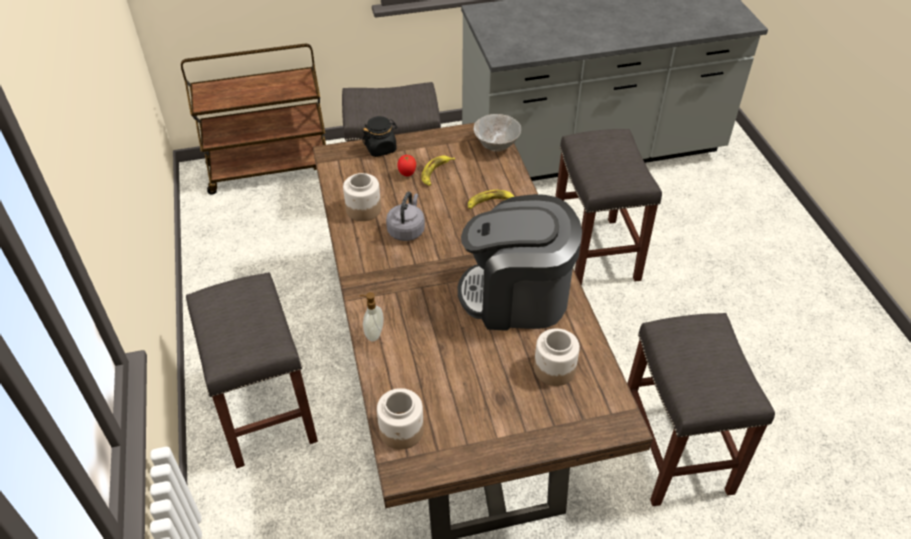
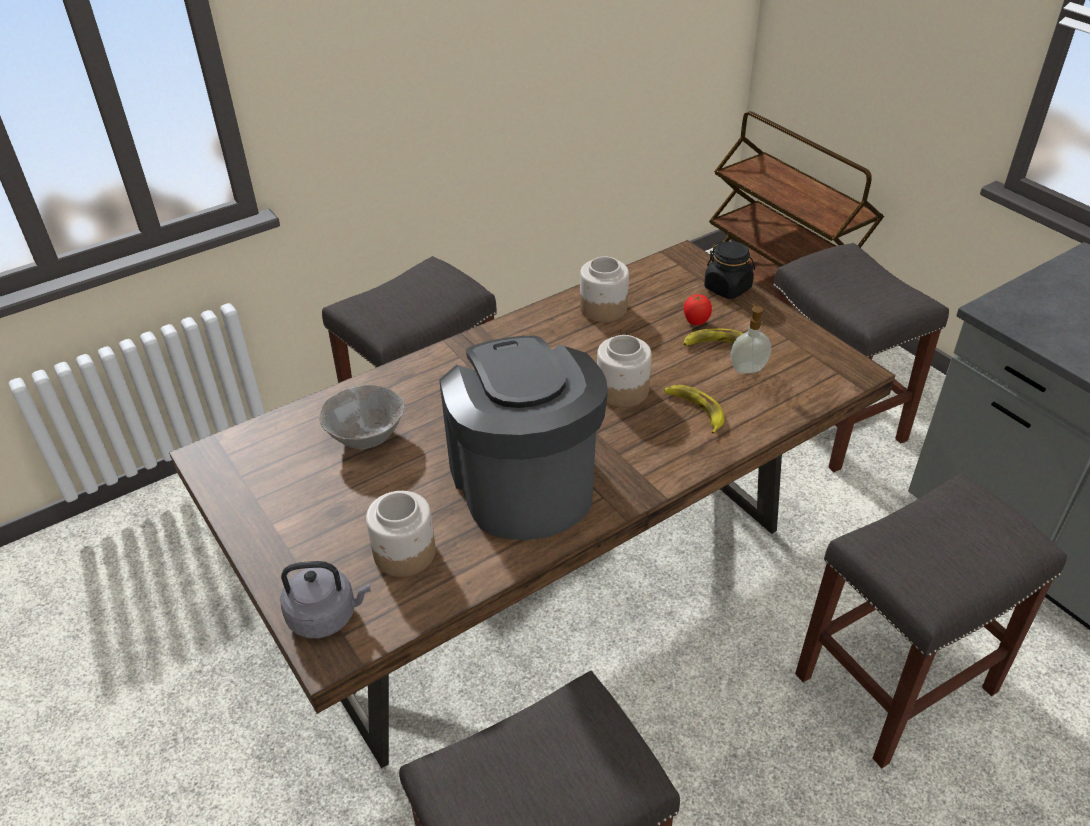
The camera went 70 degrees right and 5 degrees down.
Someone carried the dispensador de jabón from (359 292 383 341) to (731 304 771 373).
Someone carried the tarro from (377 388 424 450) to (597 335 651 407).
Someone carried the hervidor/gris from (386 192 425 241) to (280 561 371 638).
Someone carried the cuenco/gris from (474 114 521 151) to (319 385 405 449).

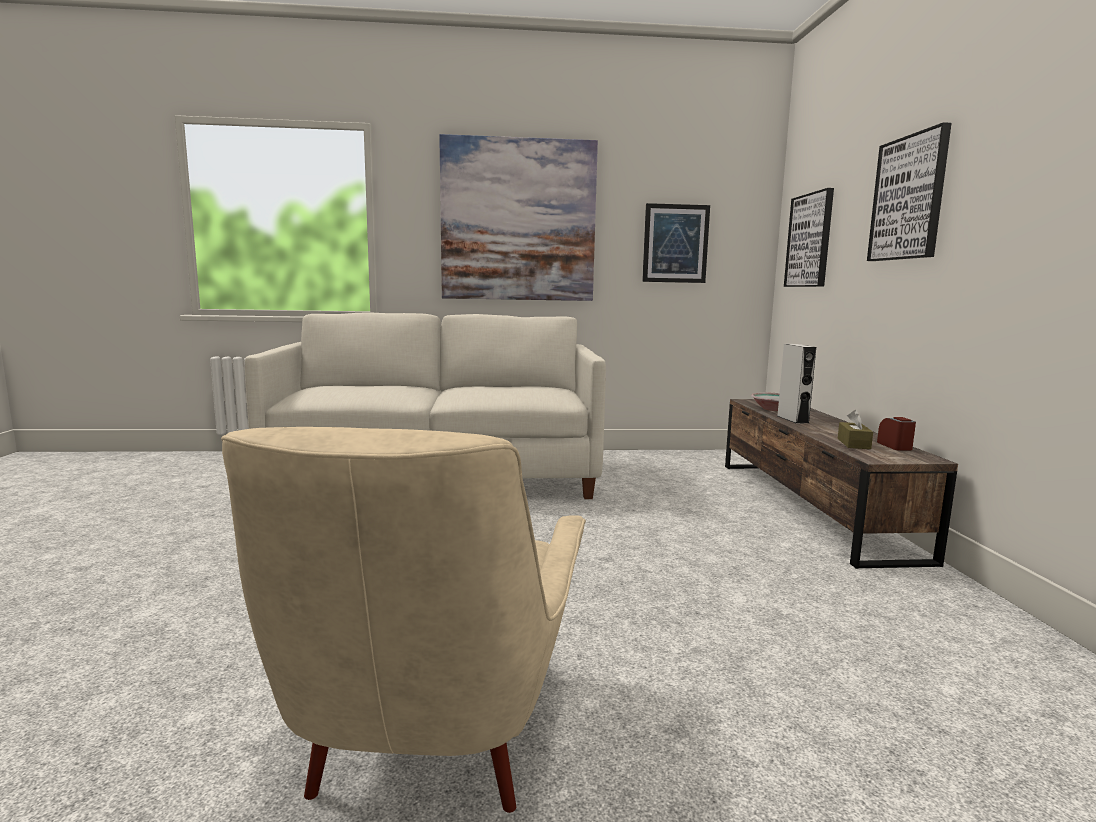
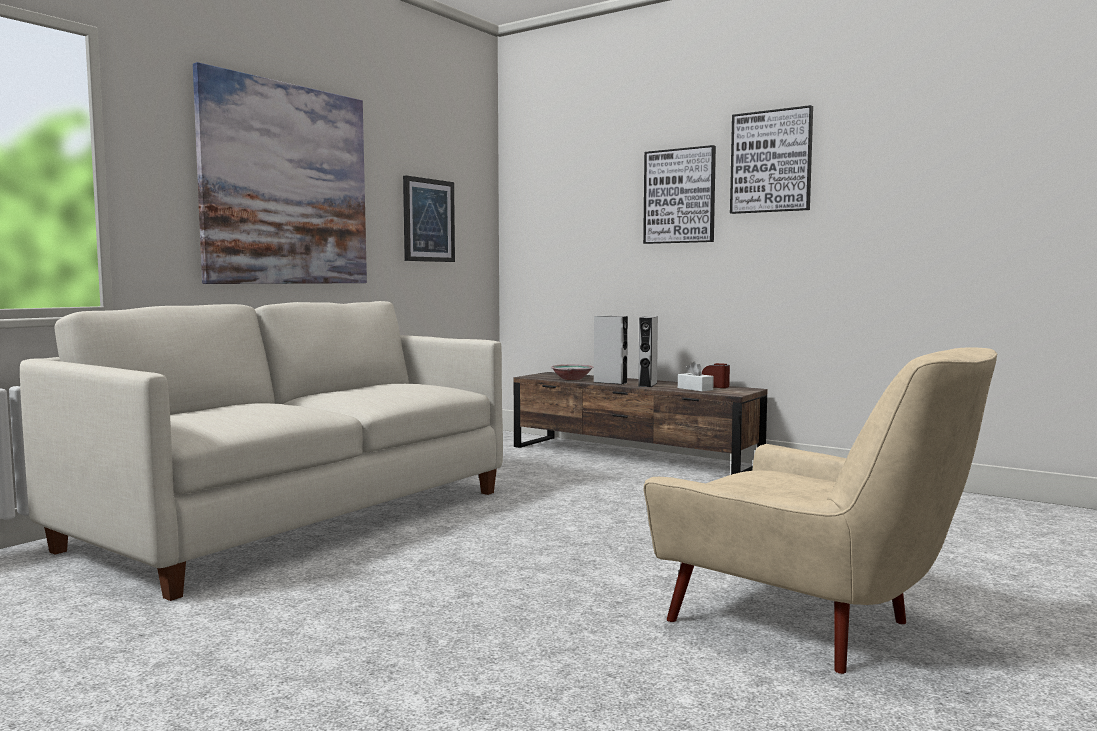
The camera went 50 degrees left and 5 degrees down.
Someone put down the altavoz/gris at (638 316 658 387).
Someone carried the cuadro from (784 188 834 287) to (730 105 813 214).
Someone repainted the caja de pañuelos/marrón at (838 410 873 449), which became the caja de pañuelos/blanco at (678 362 714 392).

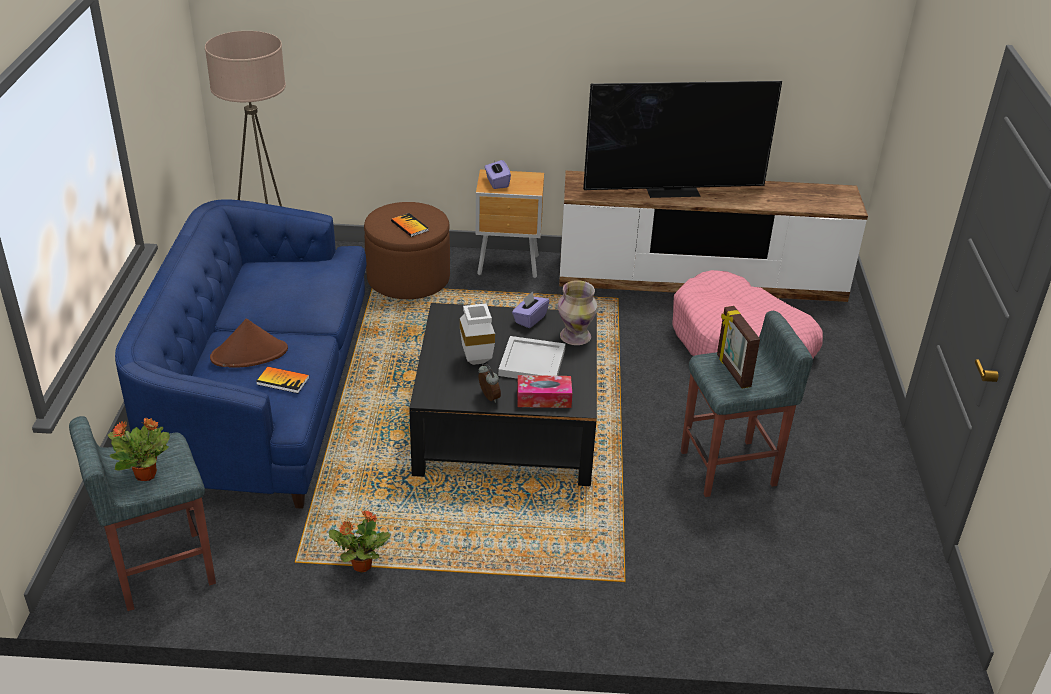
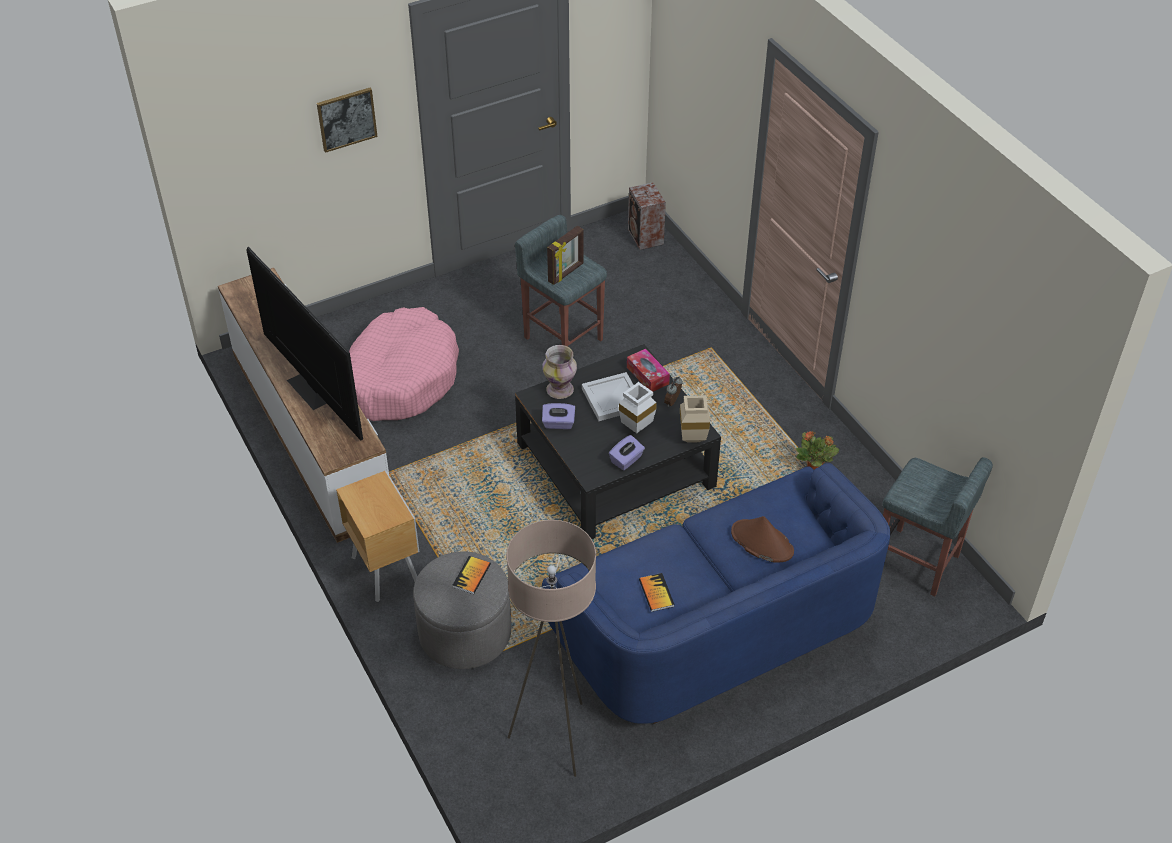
The camera went 120 degrees left and 10 degrees up.
Someone took away the planta en maceta at (108 417 170 481).
Someone put up the cuadro at (317 88 378 153).
Someone put down the altavoz at (628 182 666 250).
Someone put down the florero/beis at (680 395 710 443).
Someone carried the libro from (256 367 309 393) to (639 573 675 612).
Someone carried the caja de pañuelos/morado from (485 160 511 189) to (609 435 645 471).
Someone repainted the puf/marrón at (364 202 450 299), which became the puf/gris at (413 551 511 669).

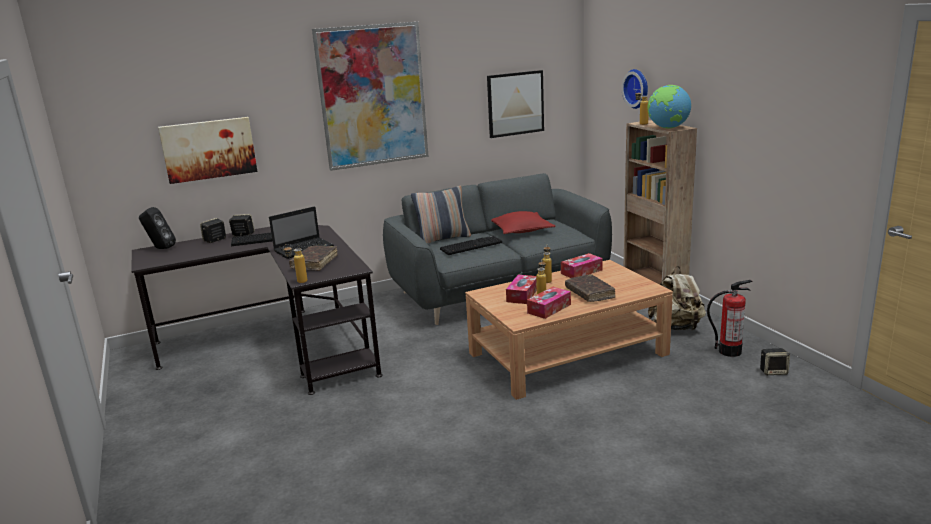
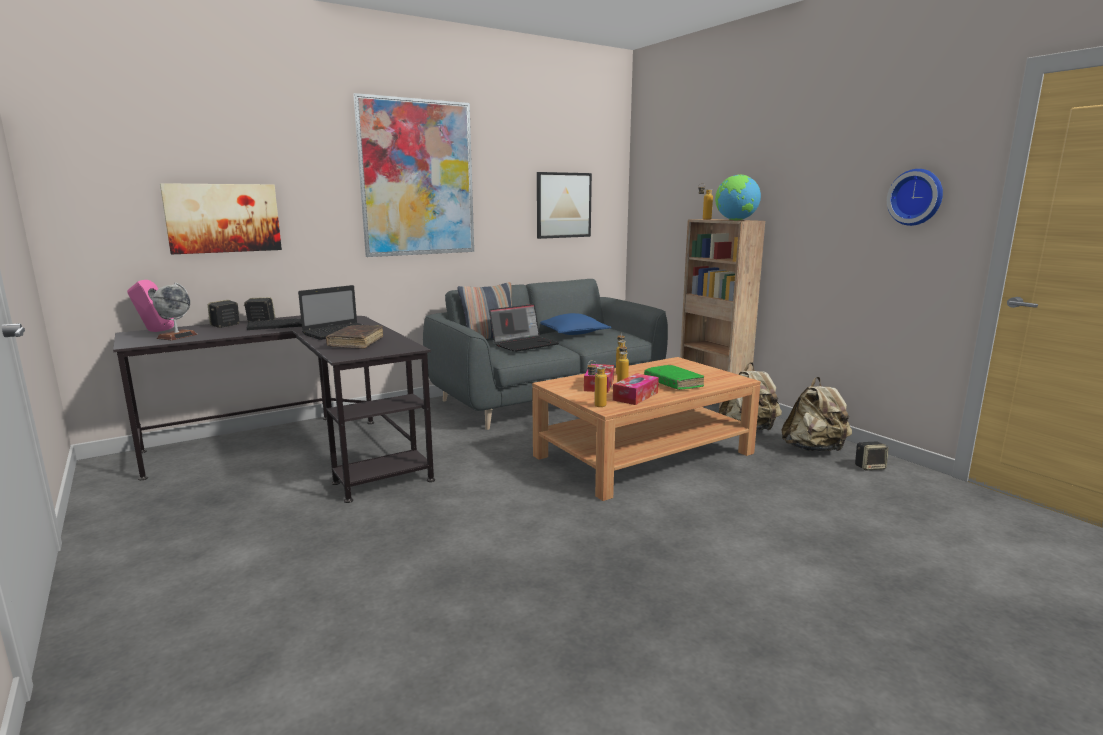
The camera went 10 degrees left and 5 degrees down.
Someone took away the caja de pañuelos at (561 253 603 278).
Someone put down the globo terráqueo at (153 283 198 340).
Someone carried the botella from (283 244 308 283) to (587 360 607 407).
Someone carried the reloj de pared from (622 69 648 109) to (887 169 943 226).
Someone swapped the teclado at (440 236 502 255) for the portátil at (489 304 559 352).
Someone swapped the extintor at (707 280 753 357) for the mochila/beis at (781 377 852 451).
Someone repainted the altavoz/negro at (139 207 176 249), which became the altavoz/rosa at (127 280 174 332).
Someone repainted the cojín/rojo at (491 211 556 234), which became the cojín/azul at (540 313 611 335).
Someone repainted the libro/marrón at (565 274 616 302), which became the libro/verde at (644 365 704 390).

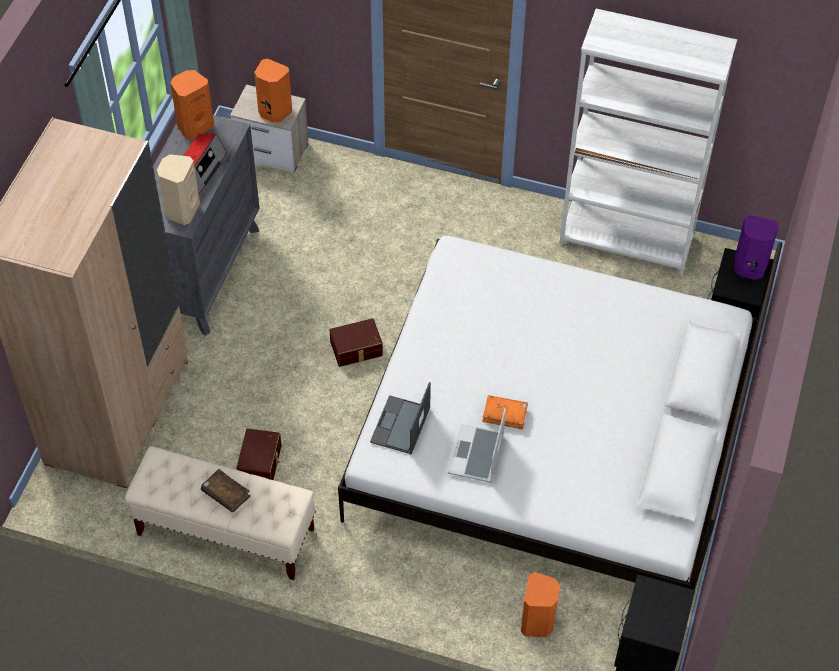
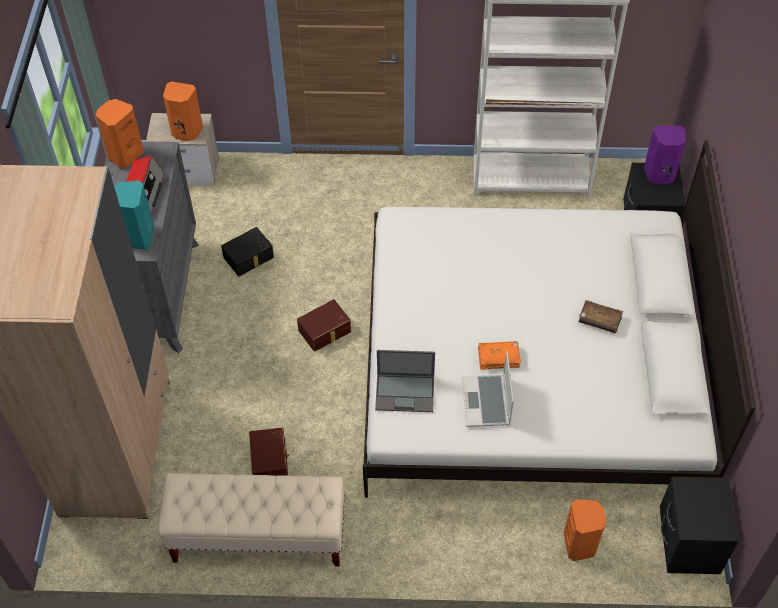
The camera went 15 degrees left and 0 degrees up.
Someone put down the caja de almacenaje/negro at (221 227 274 276).
Someone carried the libro/marrón from (201 469 251 512) to (579 300 623 333).
Someone repainted the altavoz/beis at (157 154 200 225), which became the altavoz/turquesa at (114 180 154 250).
Someone rotated the portátil at (370 382 431 454) by 90 degrees counterclockwise.

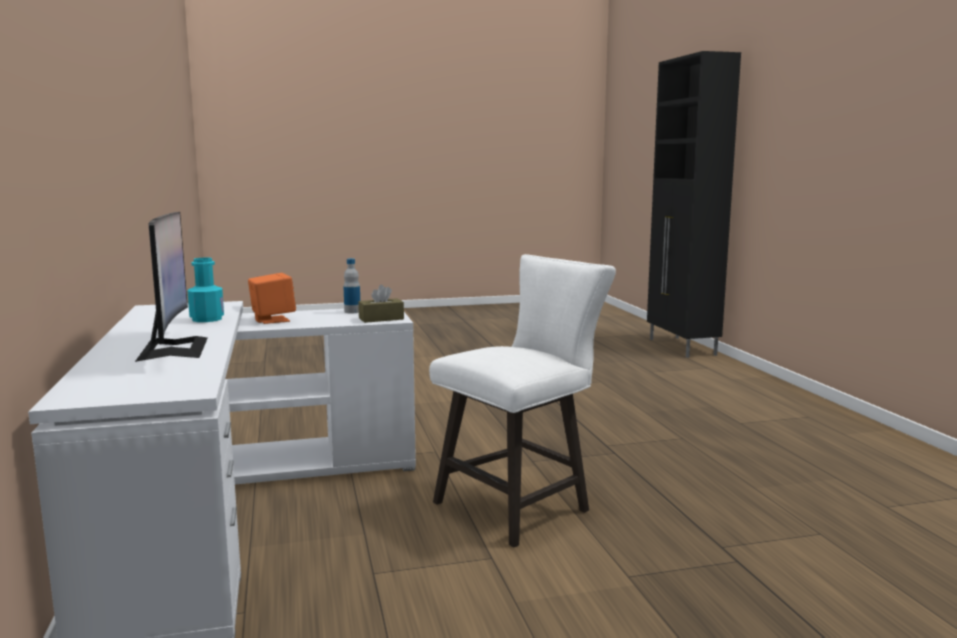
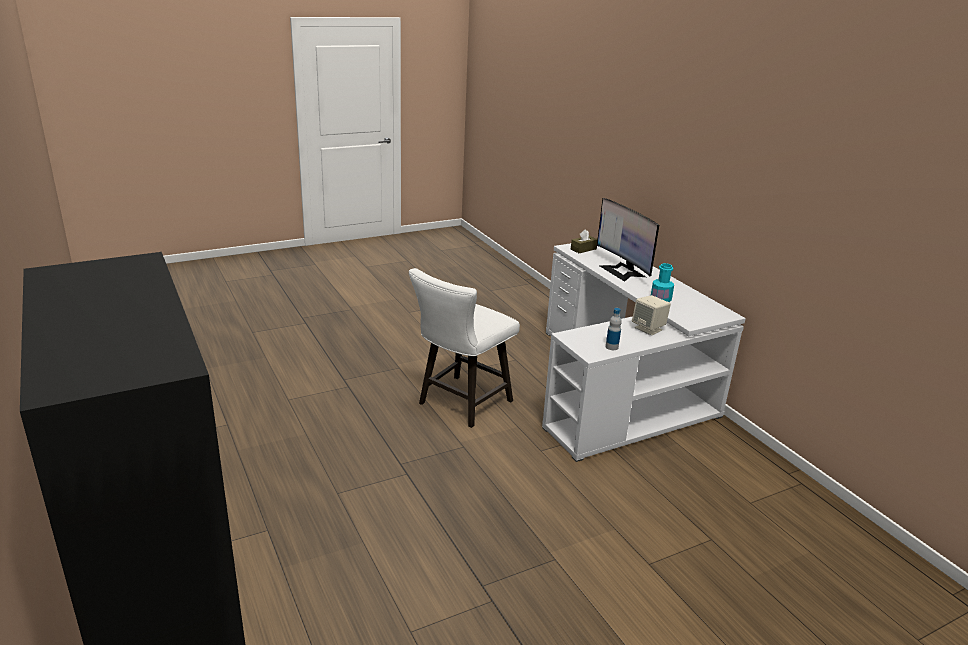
The camera went 165 degrees right and 15 degrees up.
Someone carried the caja de pañuelos/marrón from (358 285 404 323) to (571 229 598 253).
Someone repainted the altavoz/naranja at (248 273 296 324), which became the altavoz/beis at (632 295 671 336).

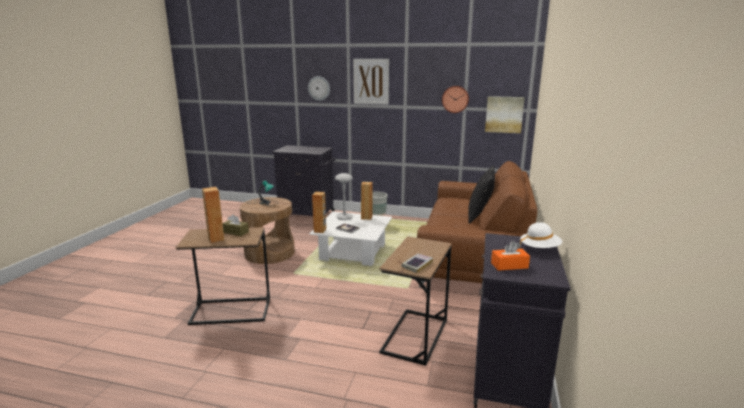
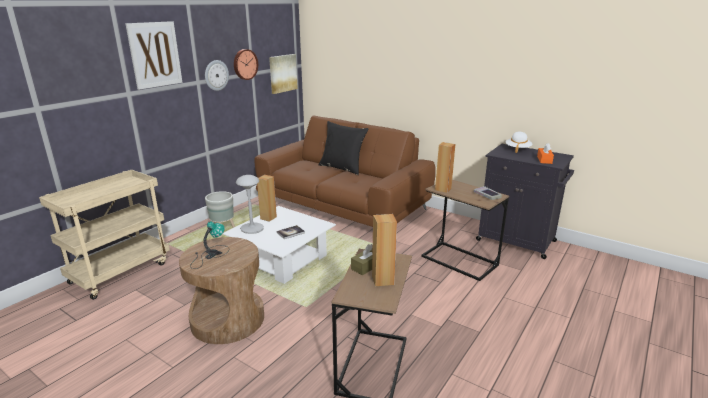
The camera went 70 degrees left and 5 degrees up.
Someone carried the reloj de pared from (308 76 330 101) to (205 60 229 91).
Someone carried the altavoz/marrón from (312 192 326 233) to (435 142 455 193).
Someone swapped the armario/negro at (272 145 335 216) for the carrito/beis at (39 170 170 300).

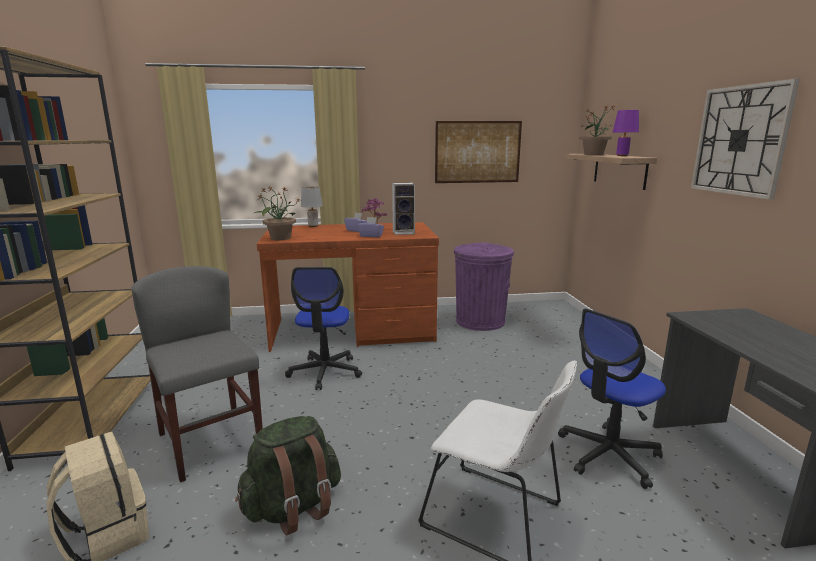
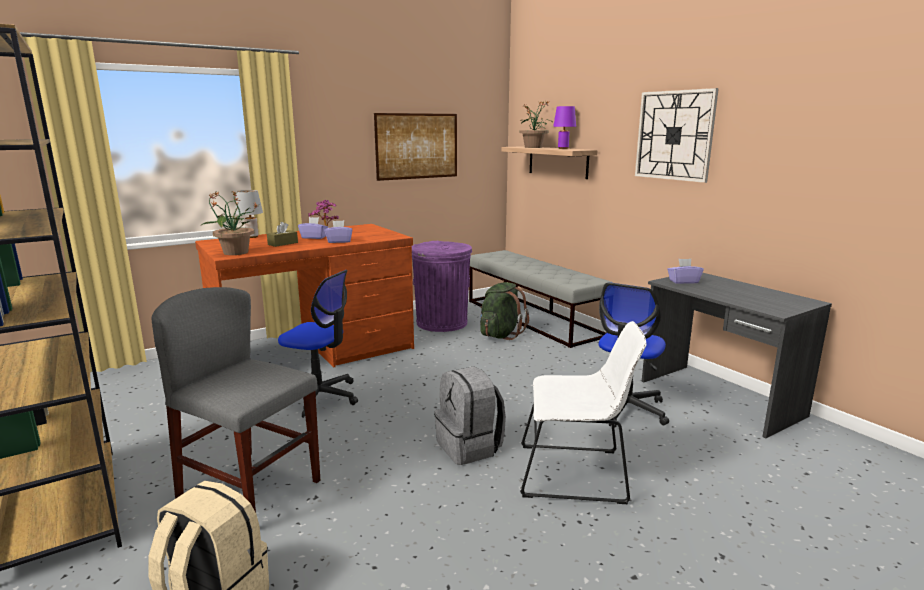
The camera went 25 degrees left and 0 degrees up.
Someone took away the altavoz at (392 183 415 235).
Someone put down the caja de pañuelos/marrón at (267 222 298 247).
Someone put down the mochila/gris at (434 366 506 465).
Someone put down the banco/gris at (469 250 613 348).
Someone put down the caja de pañuelos/morado at (667 259 704 284).
Someone carried the mochila/verde from (235 416 341 536) to (480 282 529 340).
Someone rotated the silla de oficina at (285 267 362 390) by 45 degrees counterclockwise.

